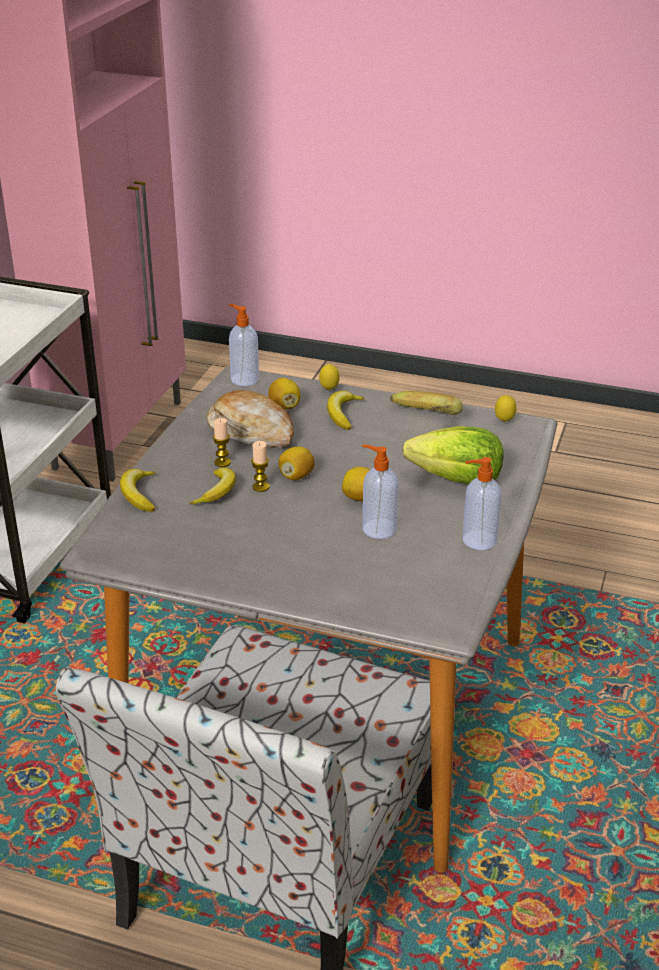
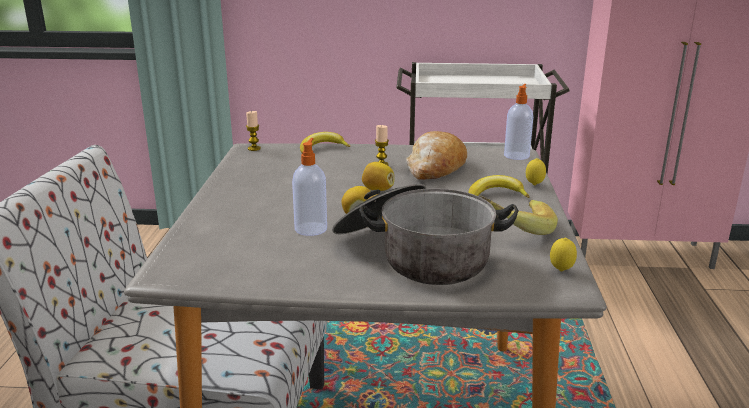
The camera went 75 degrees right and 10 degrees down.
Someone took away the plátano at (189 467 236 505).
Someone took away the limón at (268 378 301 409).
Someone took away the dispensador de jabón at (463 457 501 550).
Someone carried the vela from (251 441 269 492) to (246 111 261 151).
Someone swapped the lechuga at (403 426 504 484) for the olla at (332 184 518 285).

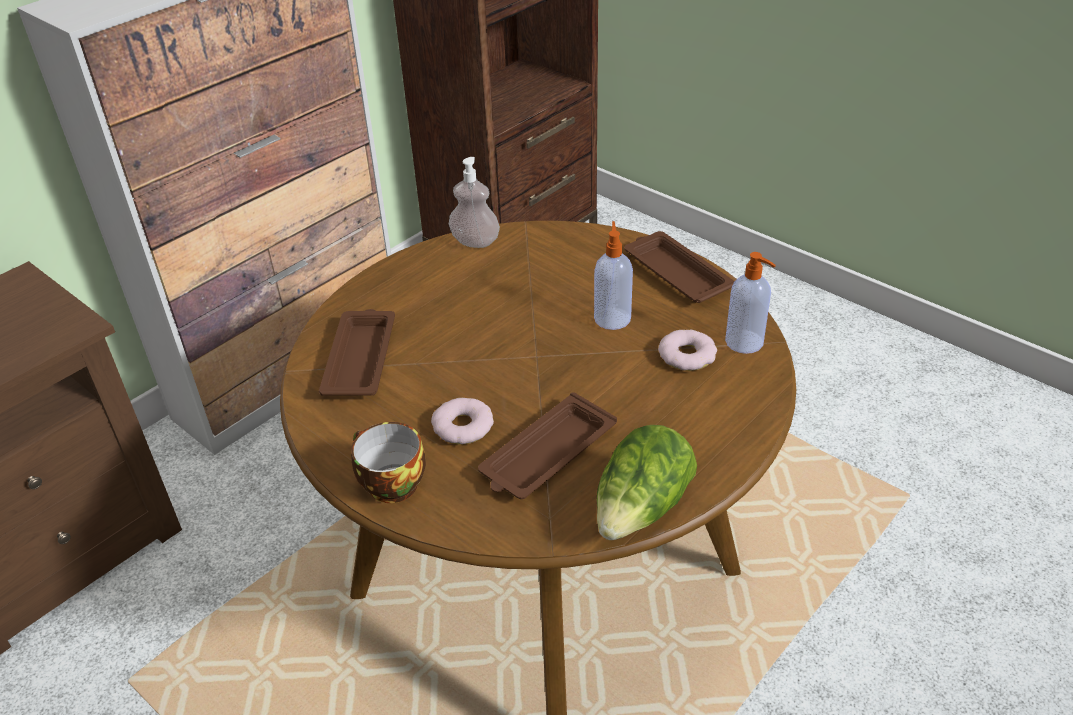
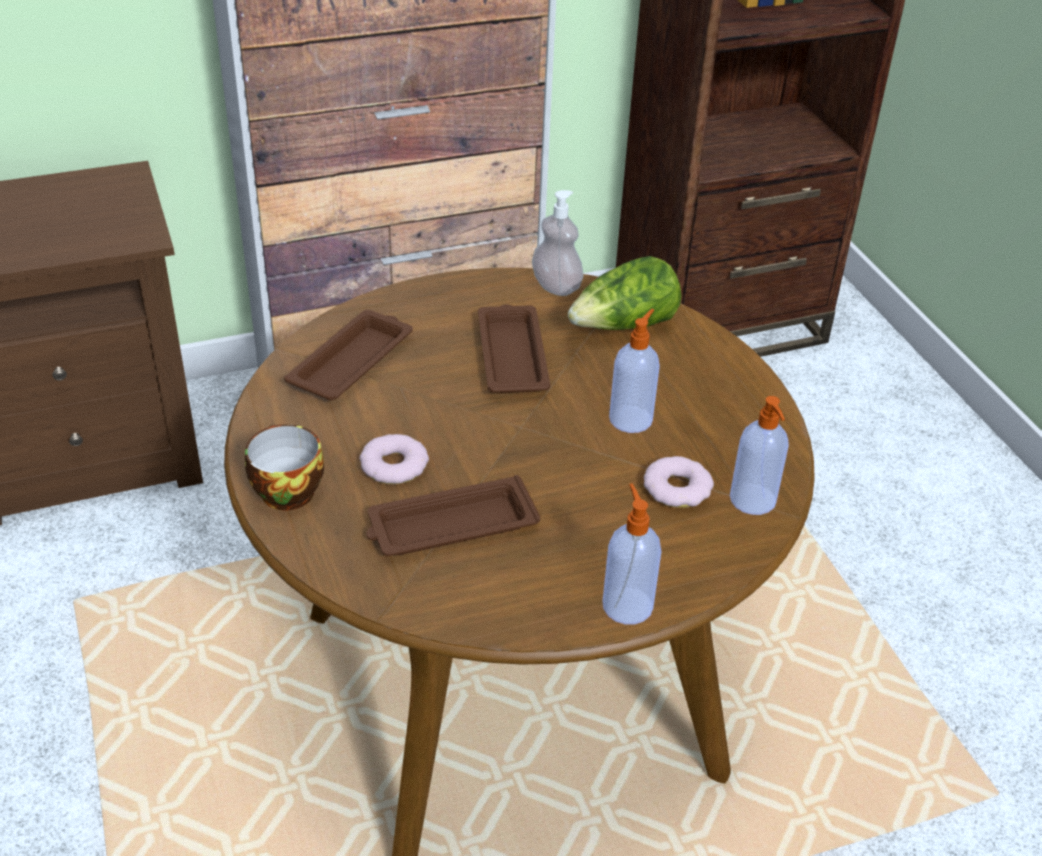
The camera went 25 degrees right and 0 degrees up.
Someone put down the dispensador de jabón at (603 483 661 625).
Someone carried the lechuga from (597 425 697 540) to (568 256 681 330).
Someone carried the bandeja/marrón from (624 231 735 303) to (478 304 551 393).

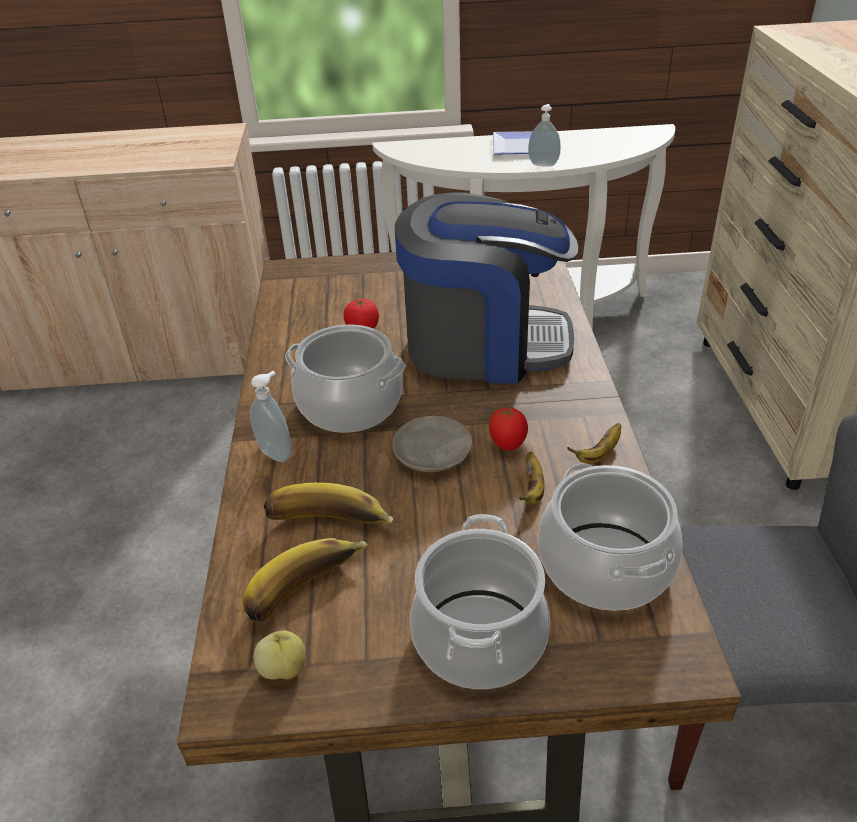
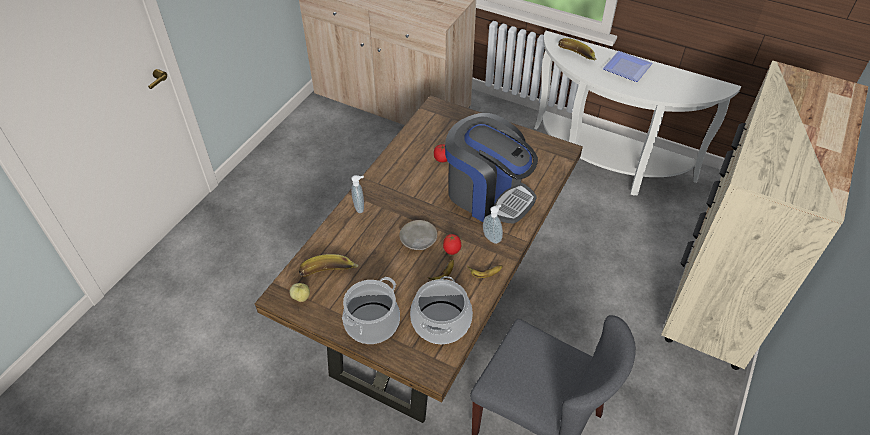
The camera went 30 degrees right and 10 degrees up.
Someone took away the olla at (285 325 406 433).
Someone carried the plátano from (264 483 394 524) to (558 38 597 61).
Someone carried the dispensador de jabón from (528 104 561 167) to (483 204 503 244).

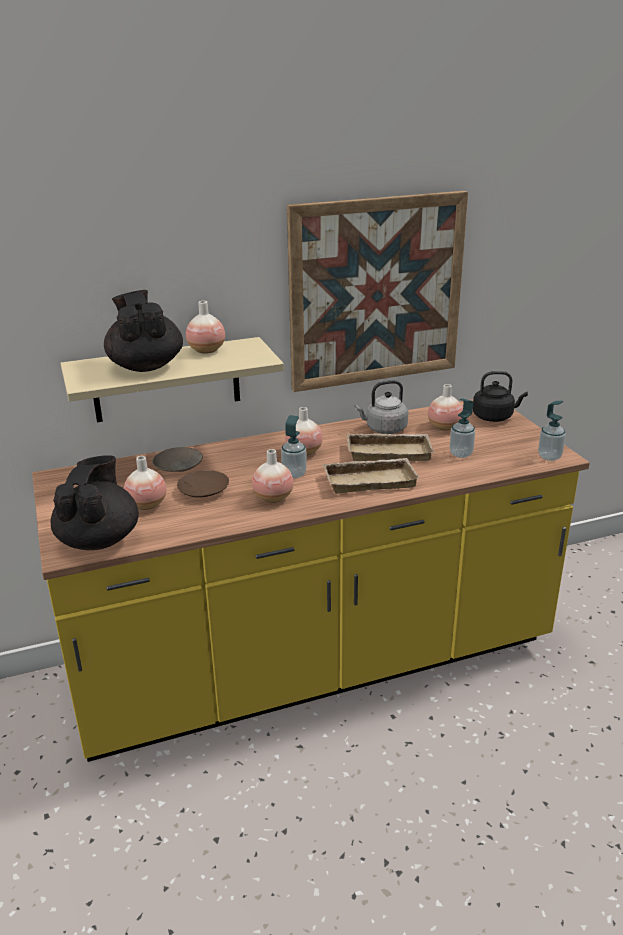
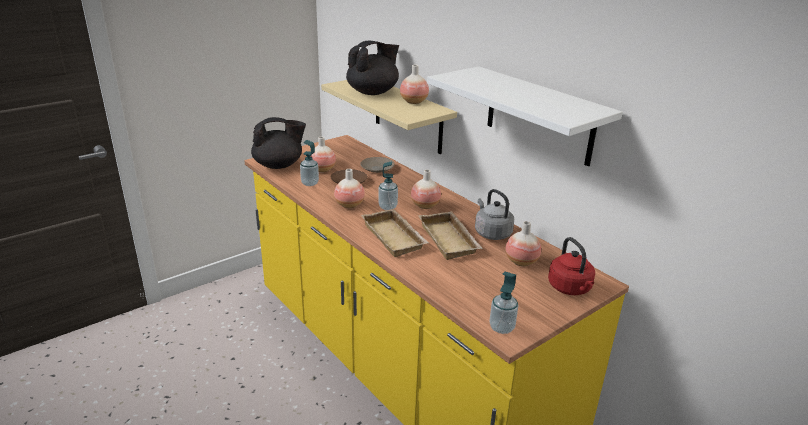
The camera went 70 degrees right and 0 degrees up.
Someone carried the dispensador de jabón from (450 399 475 458) to (300 140 319 186).
Someone swapped the cuadro at (287 191 468 392) for the estante/blanco at (427 66 623 166).
Someone repainted the hervidor/negro at (473 371 528 422), which became the hervidor/rojo at (548 237 595 295).

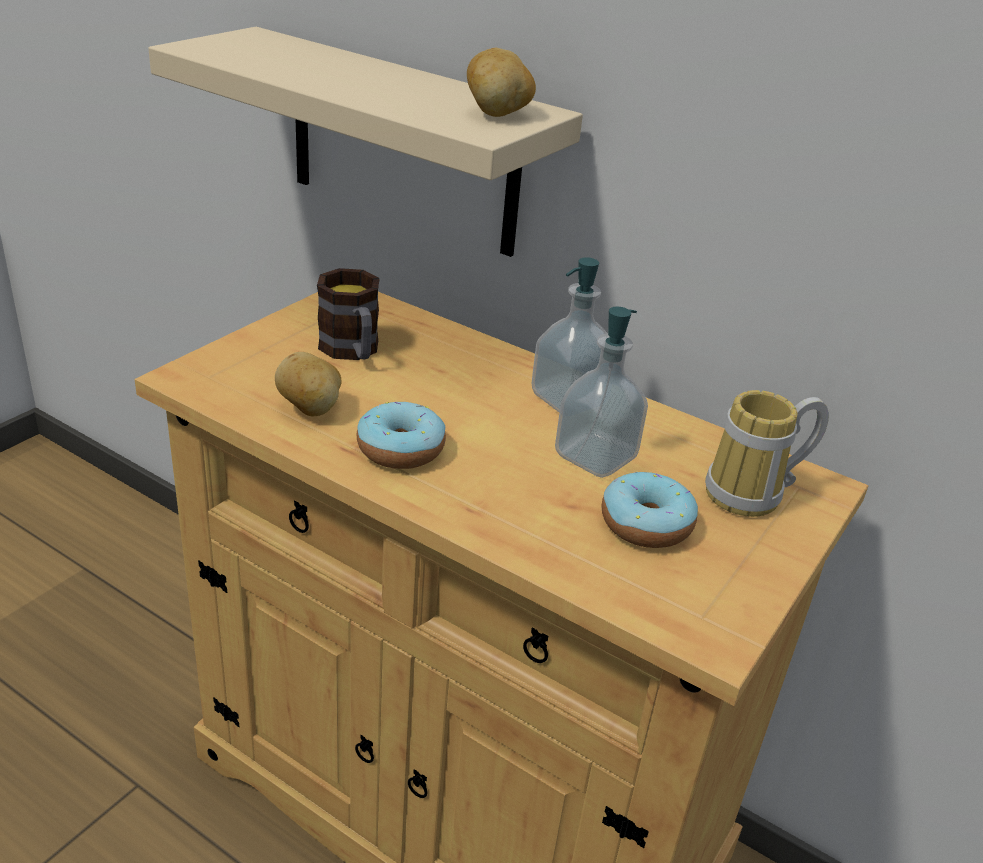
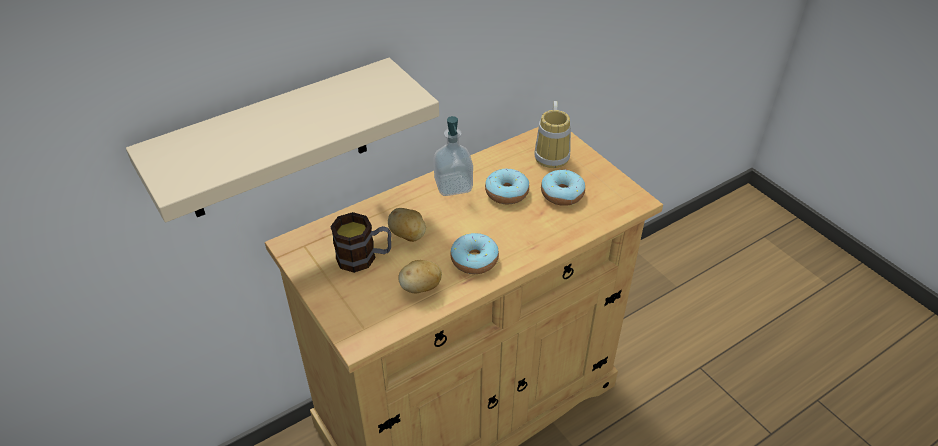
The camera went 65 degrees left and 10 degrees up.
Someone carried the patata from (467 48 536 117) to (388 208 426 242).
Someone swapped the dispensador de jabón at (555 307 648 478) for the rosquilla at (485 169 529 204).

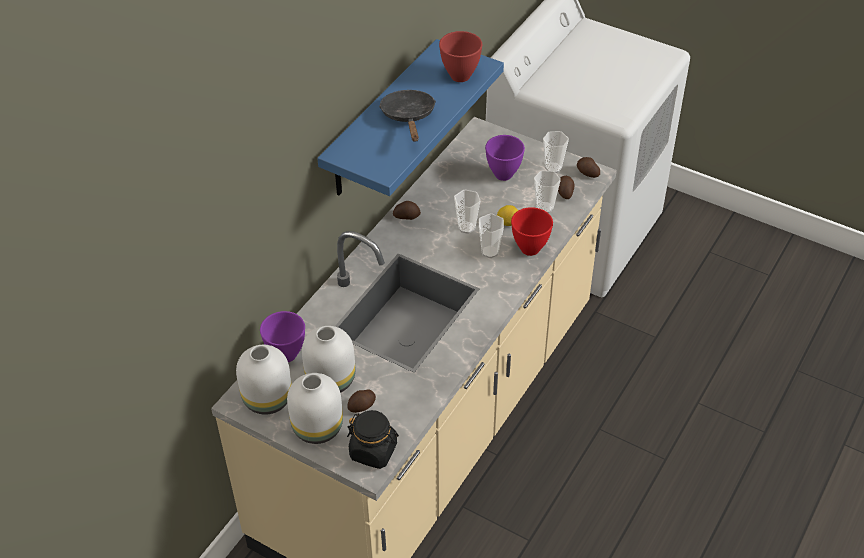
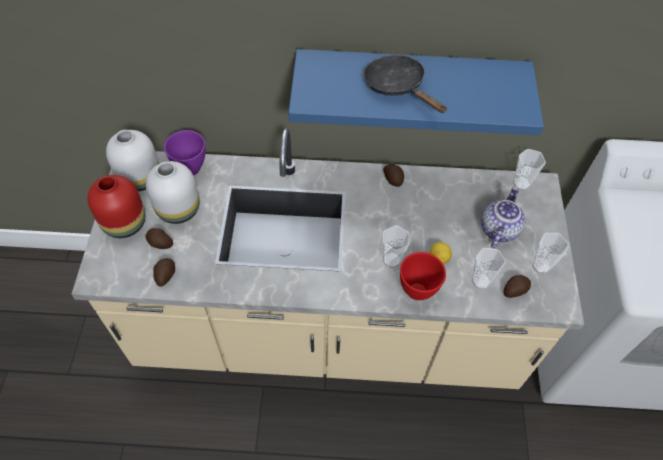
The camera went 60 degrees right and 10 degrees up.
Someone took away the tarro/negro at (347 410 399 469).
Someone took away the cuenco/rojo at (439 31 482 82).
Someone carried the taza from (454 190 481 234) to (513 149 546 190).
Someone carried the patata from (577 157 600 178) to (153 258 175 287).
Someone swapped the cuenco/morado at (485 135 525 181) for the tetera at (481 187 525 248).
Someone repainted the florero/blanco at (287 373 343 444), which became the florero/rojo at (87 175 146 238).
Someone rotated the sartén/negro at (379 90 436 142) by 90 degrees counterclockwise.

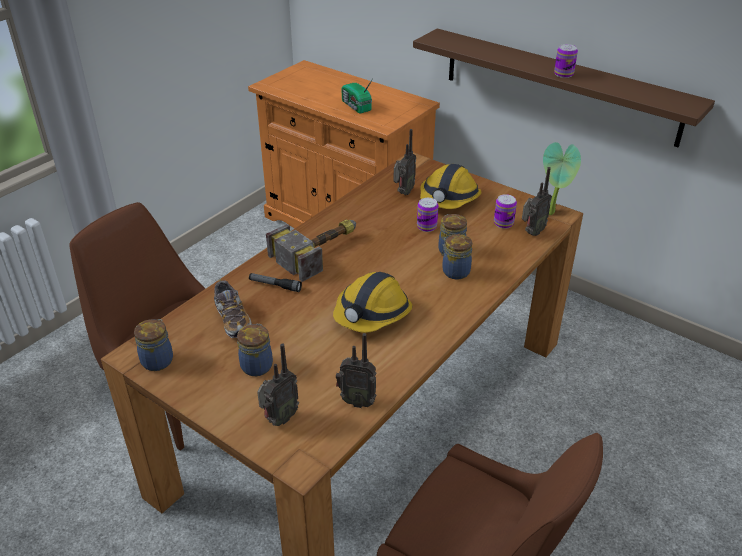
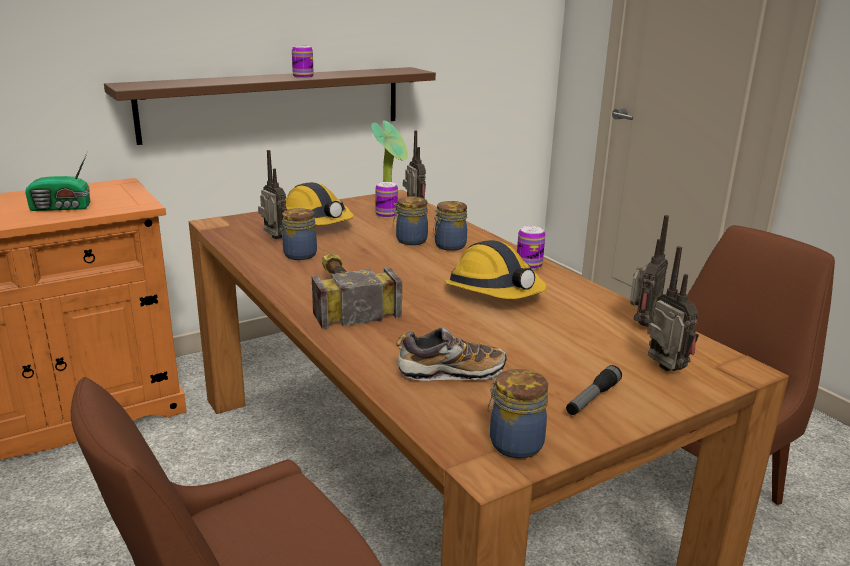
The camera went 70 degrees left and 15 degrees down.
Someone carried the tarro from (237 324 273 376) to (282 208 317 260).
Someone carried the linterna from (249 273 302 292) to (566 365 622 415).
Someone carried the lata from (417 198 439 232) to (517 226 545 269).

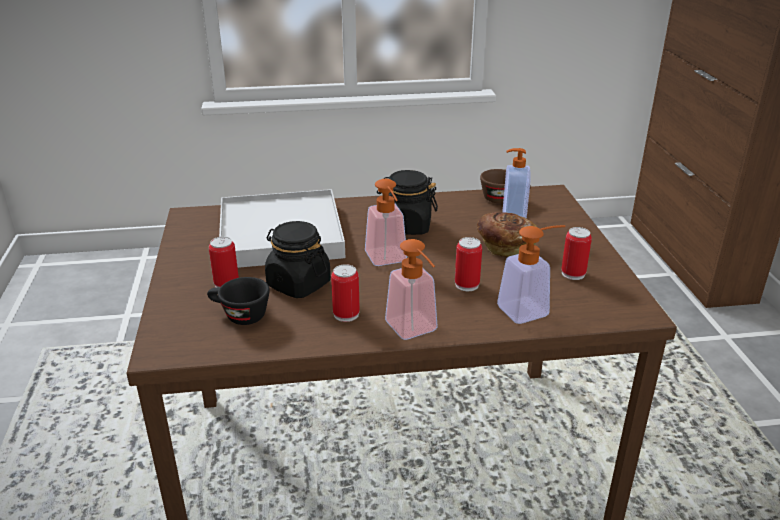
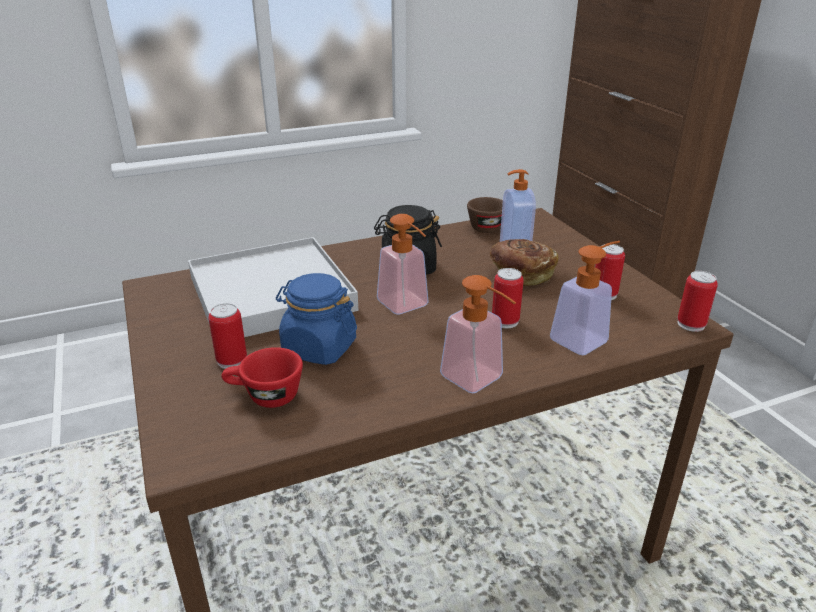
The camera went 15 degrees left and 0 degrees up.
Someone carried the lata from (331 264 360 322) to (677 271 718 332).
Someone repainted the taza/negro at (207 277 270 325), which became the taza/rojo at (221 347 303 408).
Someone repainted the tarro/negro at (265 221 331 298), which became the tarro/azul at (276 273 357 365).

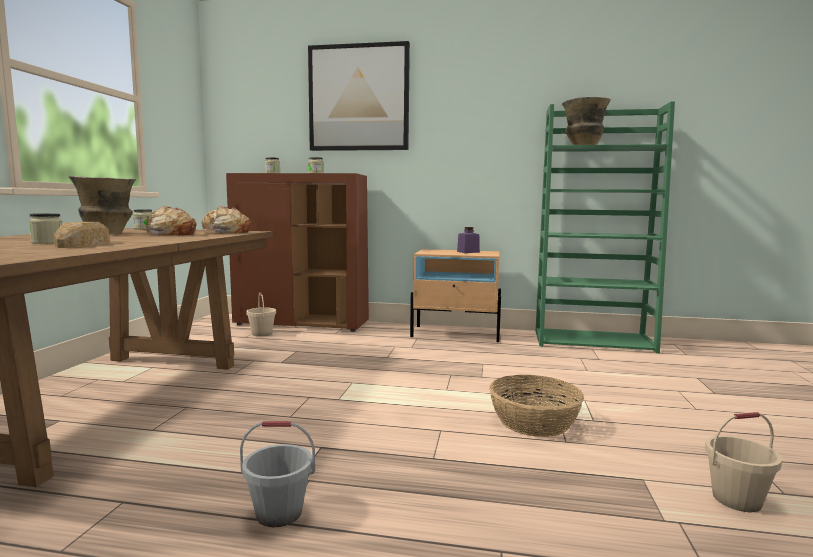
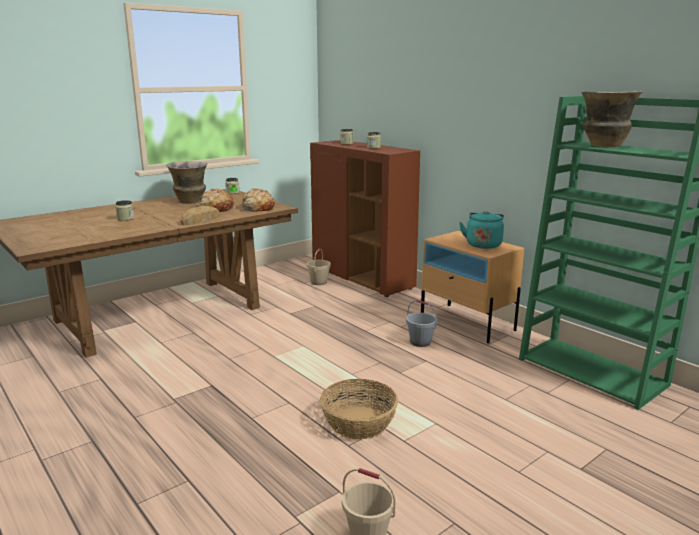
The camera went 40 degrees right and 10 degrees up.
Someone took away the cuadro at (308 41 410 151).
Someone carried the pan from (54 222 110 248) to (181 206 220 225).
Someone carried the cubo/gris from (240 421 315 527) to (406 300 437 347).
Someone swapped the tarro/morado at (457 227 480 253) for the hervidor/turquesa at (459 211 504 249).

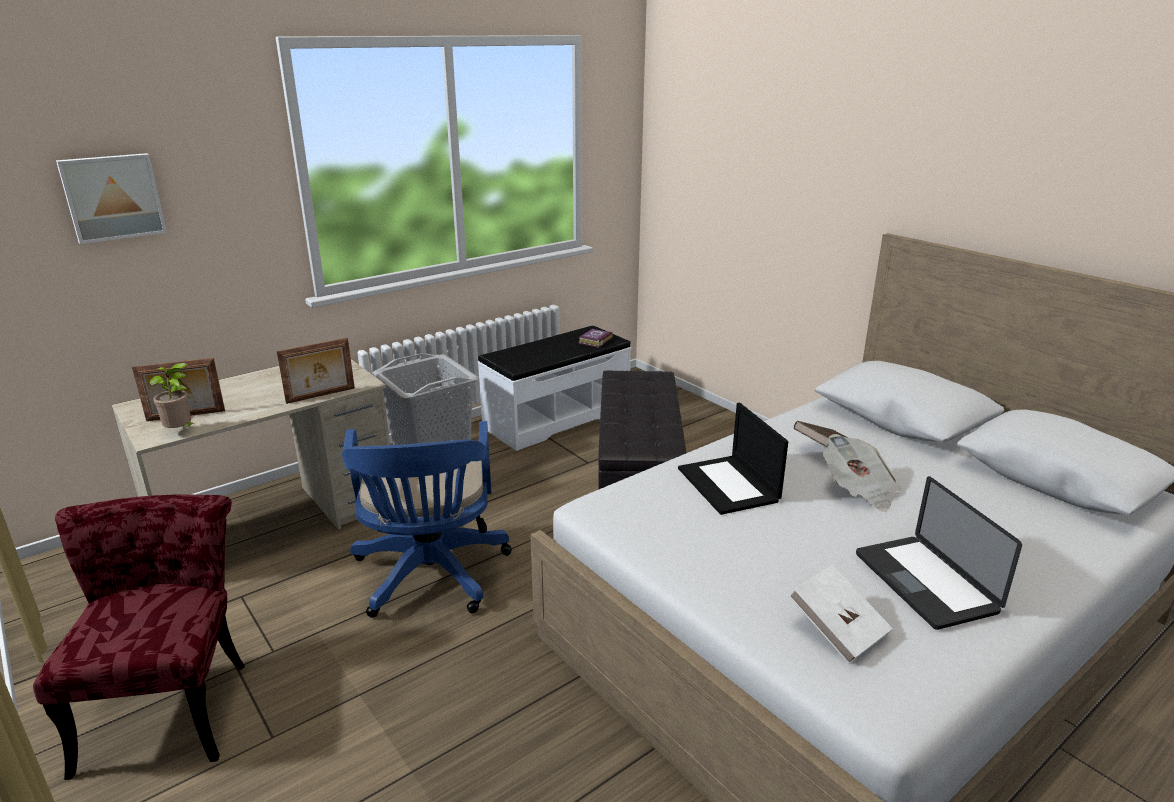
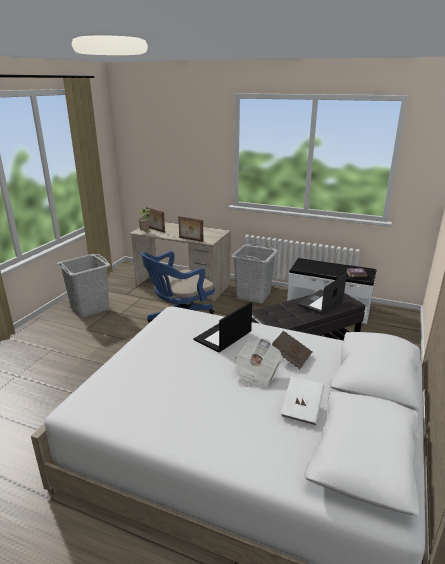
The camera went 60 degrees right and 0 degrees up.
Someone took away the cuadro at (56 153 167 244).
Someone carried the libro/blanco from (789 565 893 664) to (281 376 324 426).
Someone carried the portátil from (856 476 1022 630) to (298 274 347 314).
Someone swapped the silla/rojo at (33 495 245 780) for the cesto de la ropa/gris at (57 254 110 318).

